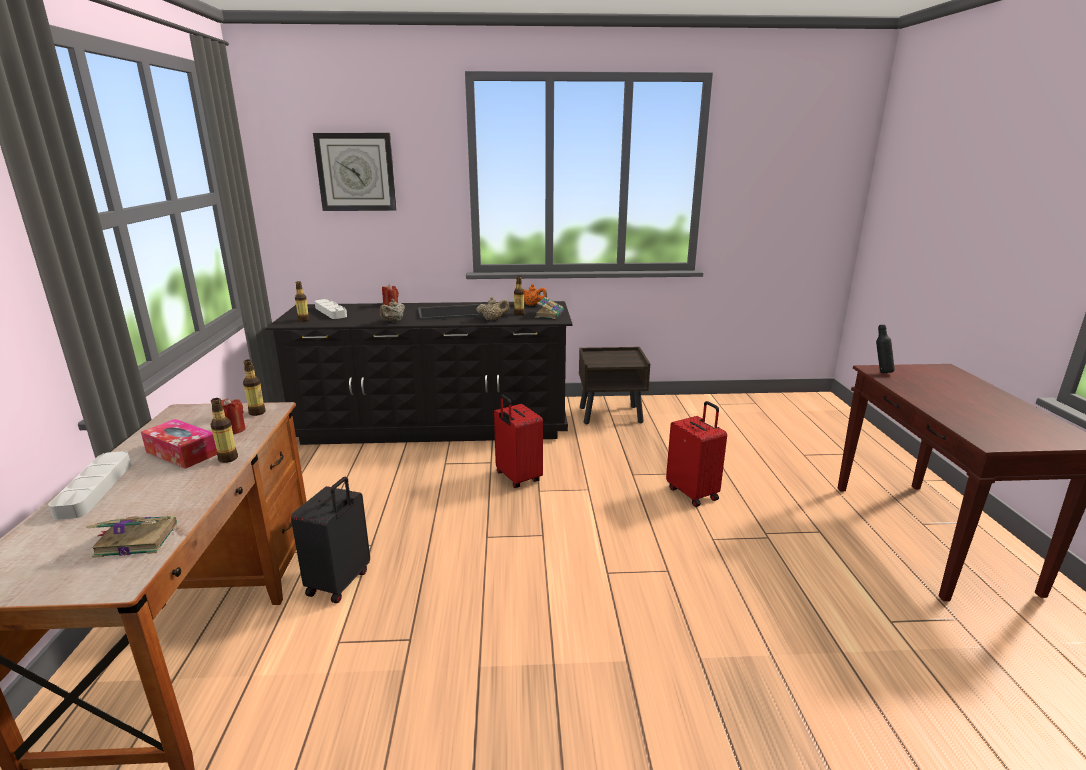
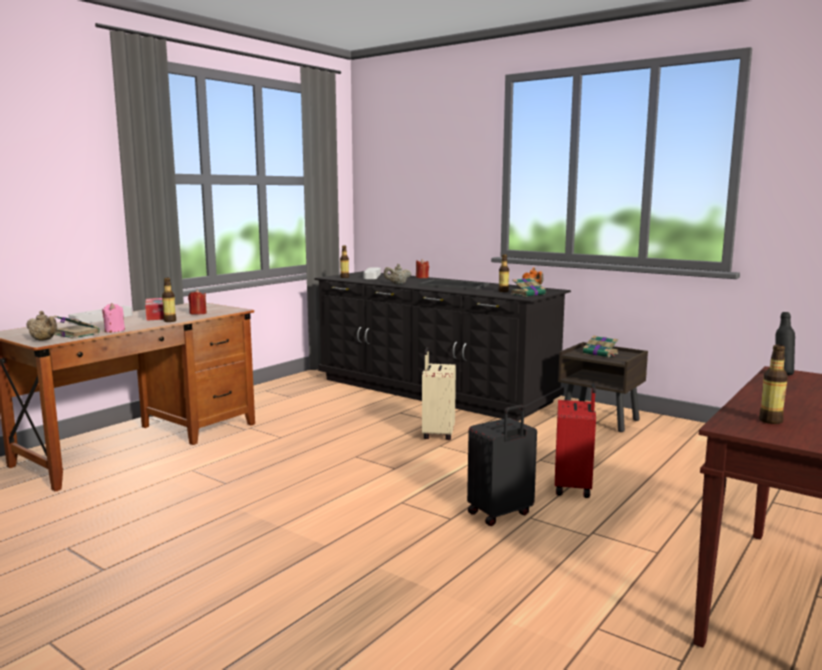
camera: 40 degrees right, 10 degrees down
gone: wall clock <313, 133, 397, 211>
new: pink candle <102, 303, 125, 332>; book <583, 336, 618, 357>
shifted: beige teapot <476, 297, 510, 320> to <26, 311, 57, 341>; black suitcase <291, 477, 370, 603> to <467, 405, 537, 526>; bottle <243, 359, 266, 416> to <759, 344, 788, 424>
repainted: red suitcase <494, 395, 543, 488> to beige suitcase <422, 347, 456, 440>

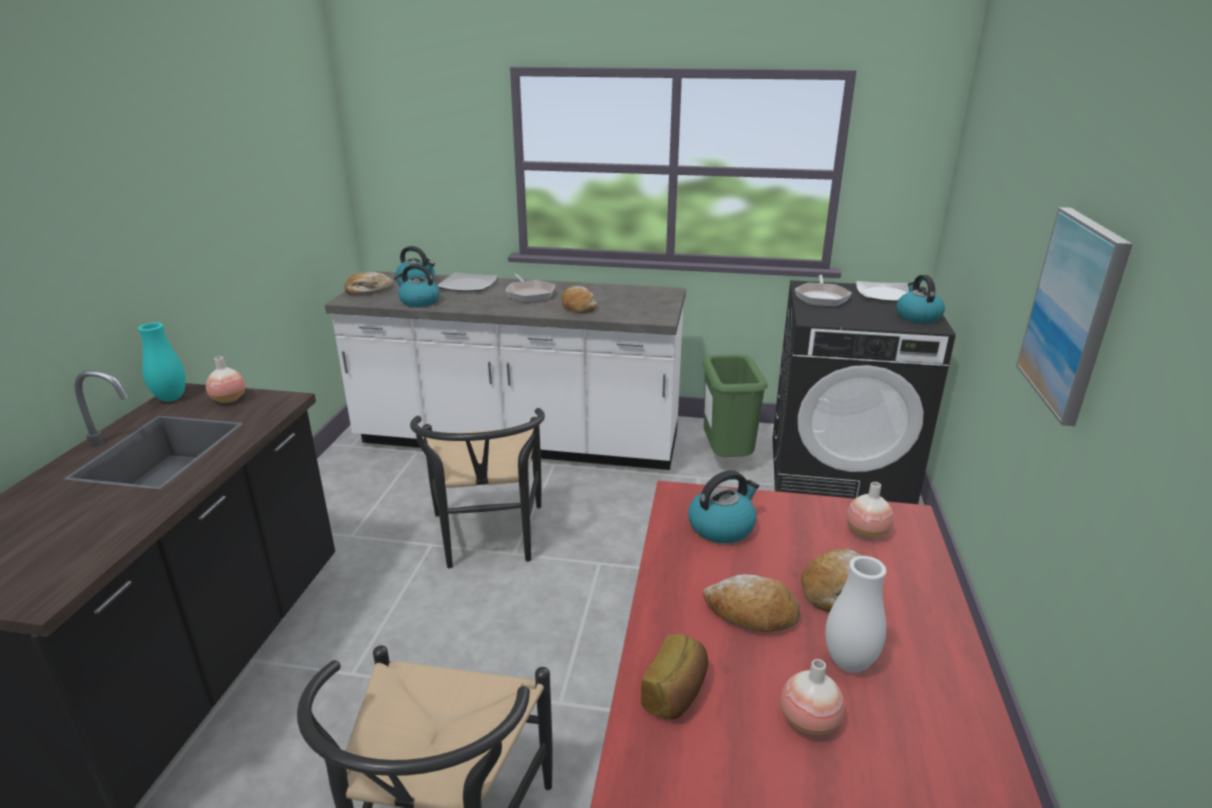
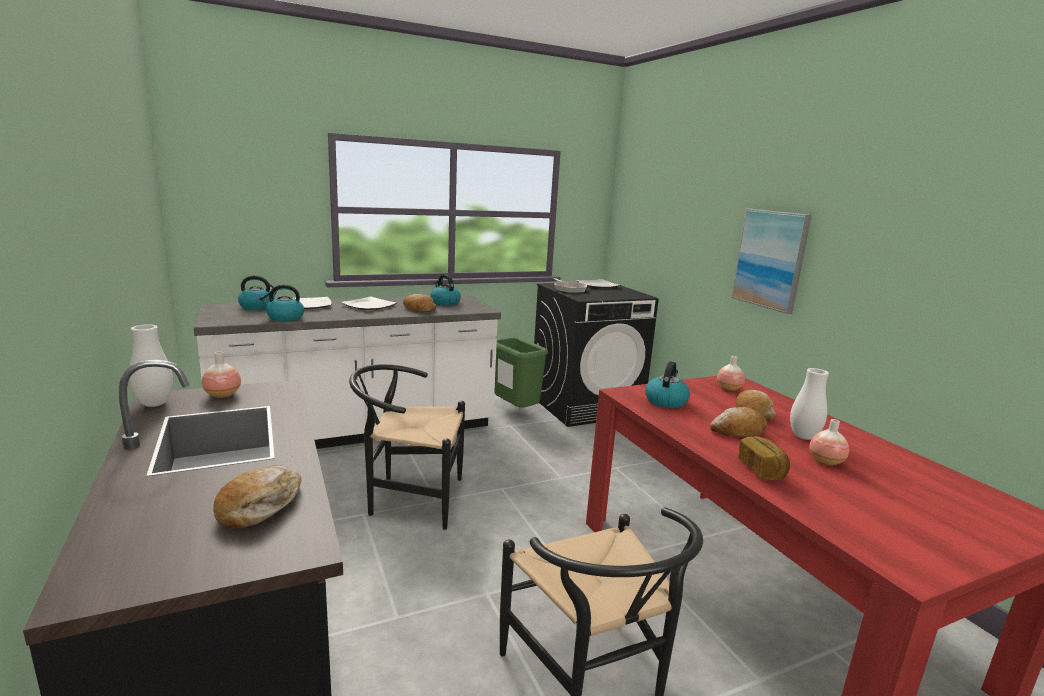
camera: 35 degrees left, 10 degrees down
shifted: bread <344, 272, 393, 295> to <213, 465, 302, 528>; kettle <897, 275, 945, 323> to <430, 274, 461, 306>
swapped: frying pan <506, 273, 555, 303> to plate <341, 297, 397, 310>
repainted: turquoise vase <138, 322, 186, 402> to white vase <129, 324, 173, 407>
rotated: black chair <410, 408, 545, 569> = <349, 364, 465, 530> 135 degrees clockwise

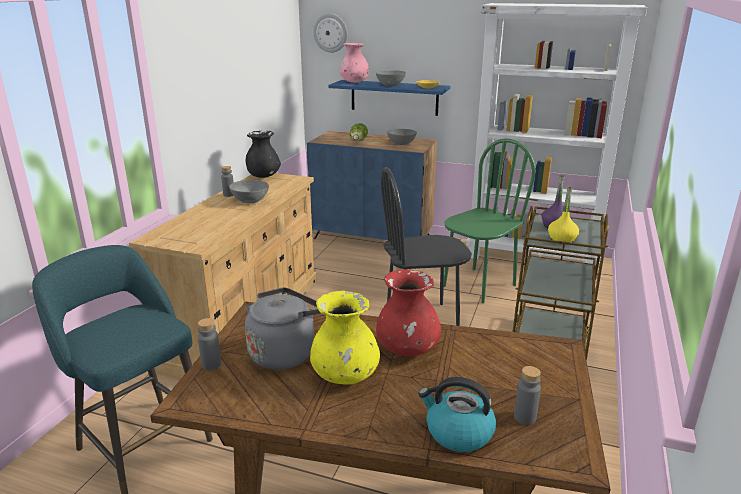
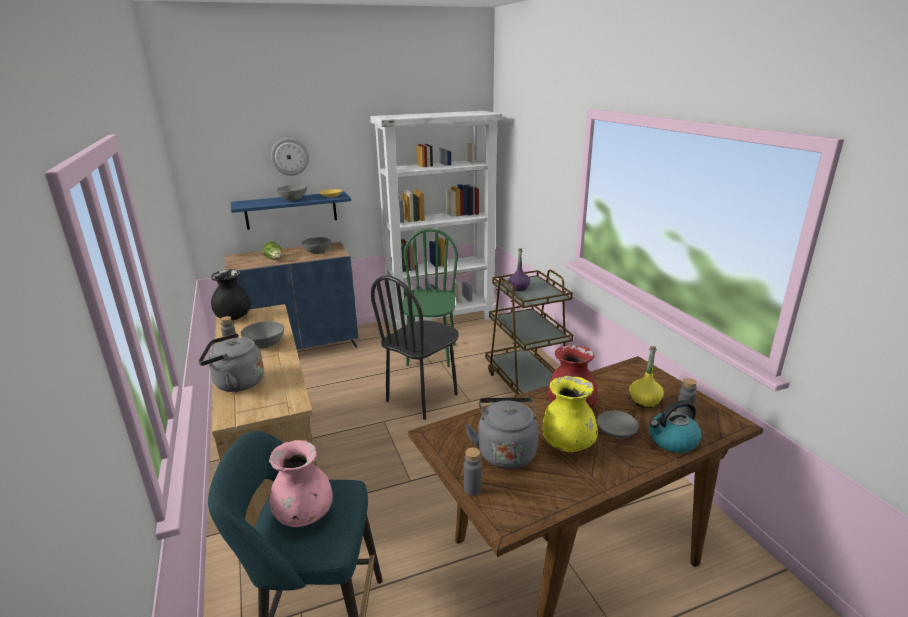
camera: 40 degrees left, 0 degrees up
new: grey kettle <198, 333, 264, 392>; grey bowl <597, 411, 639, 438>
shifted: pink vase <340, 43, 369, 83> to <269, 440, 333, 527>; wall clock <313, 13, 347, 53> to <271, 138, 309, 176>; yellow bottle <548, 186, 579, 244> to <629, 346, 664, 408>

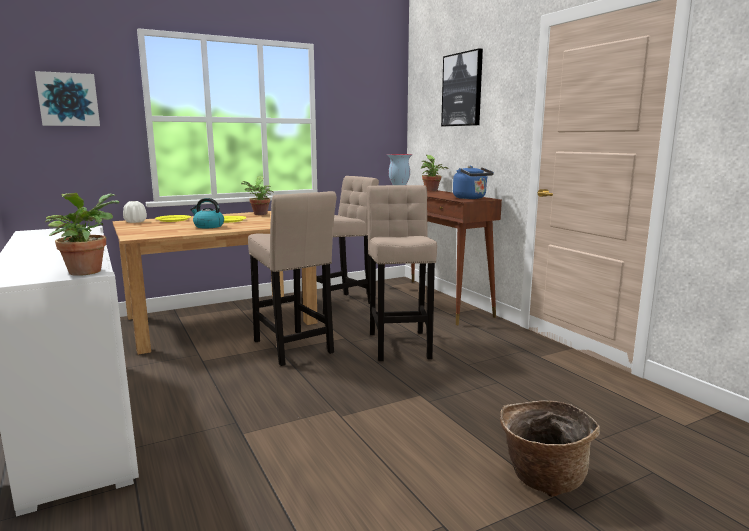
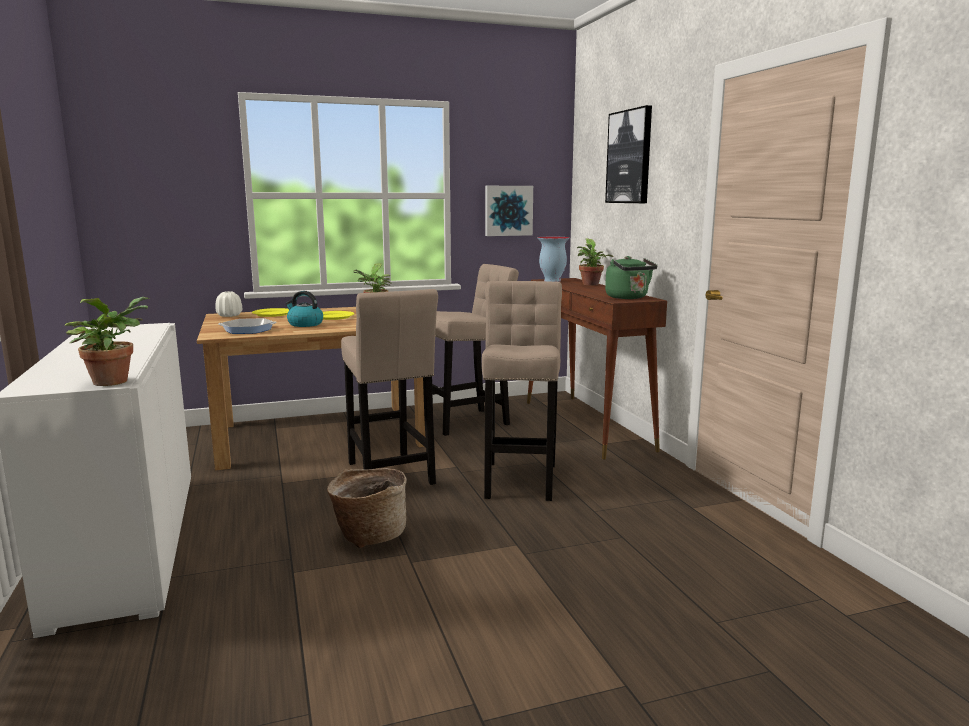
camera: 10 degrees right, 0 degrees up
new: frying pan <218, 318, 276, 334>
shifted: basket <500, 400, 600, 497> to <327, 468, 407, 548>; picture <35, 71, 100, 126> to <485, 186, 533, 236>
repainted: blue kettle <453, 166, 494, 199> to green kettle <605, 256, 658, 299>

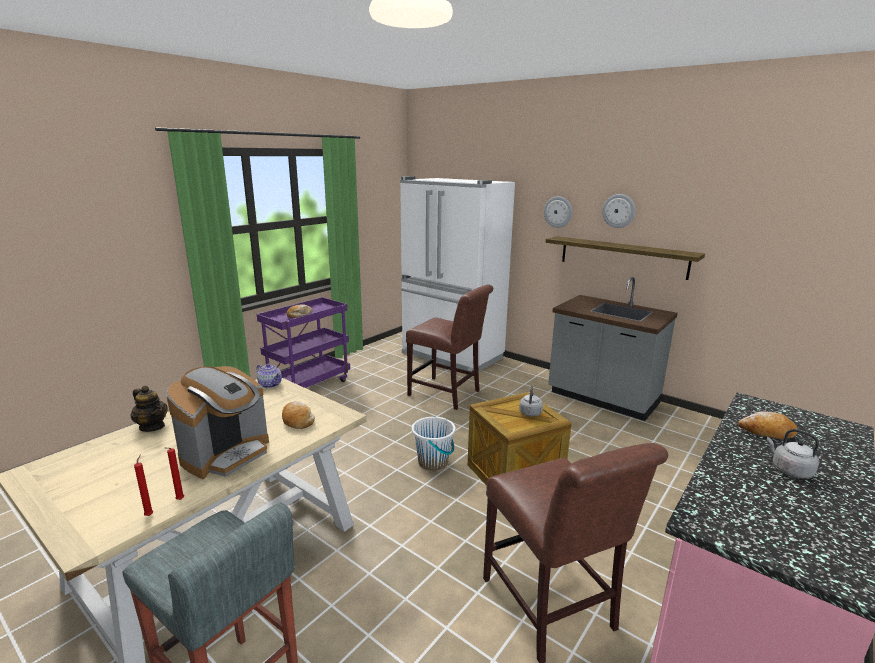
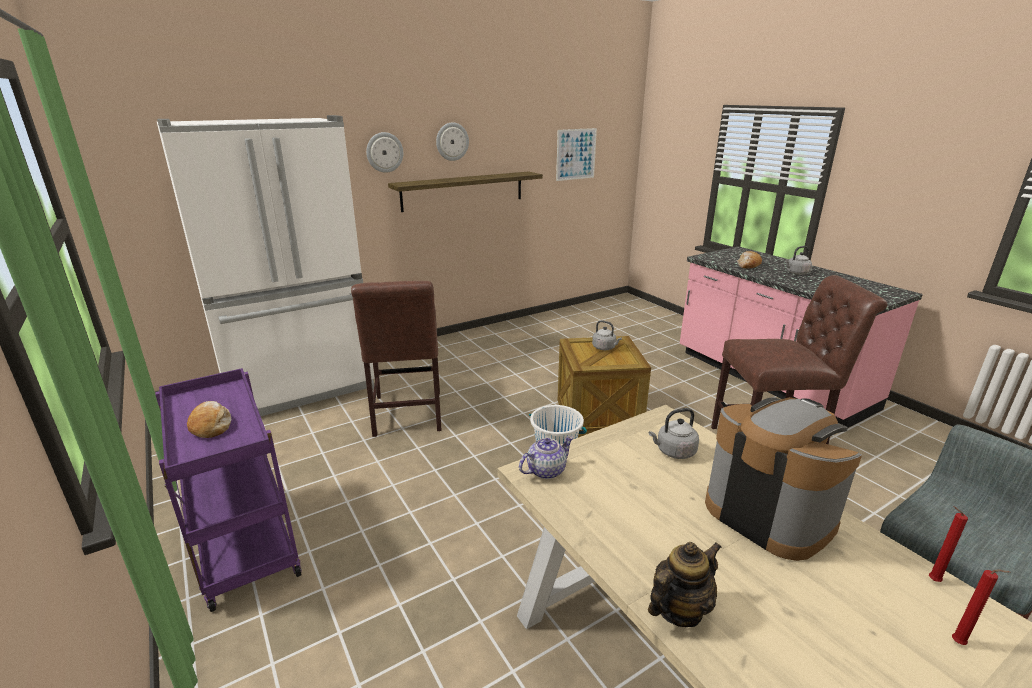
camera: 70 degrees left, 5 degrees up
gone: grey counter <548, 277, 678, 421>
new: picture <556, 128, 597, 181>
shifted: red candle <166, 448, 184, 500> to <952, 569, 1011, 645>
swapped: bread <282, 401, 315, 429> to grey kettle <649, 408, 699, 459>
rotated: brown chair <406, 285, 493, 410> = <351, 281, 442, 437> 120 degrees clockwise

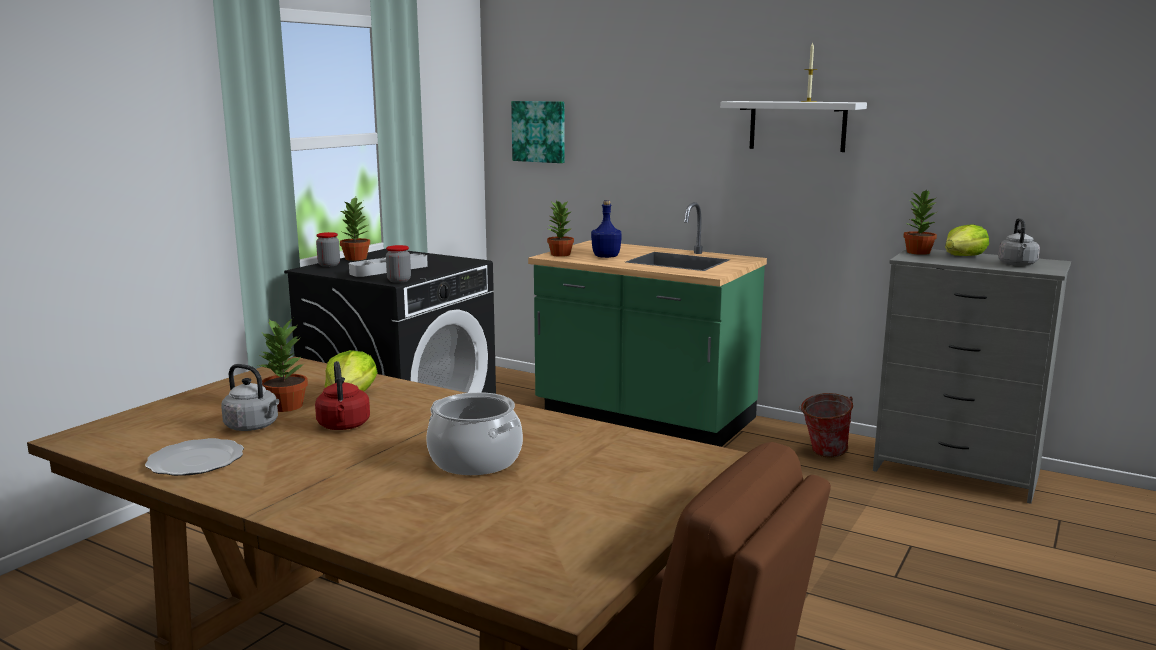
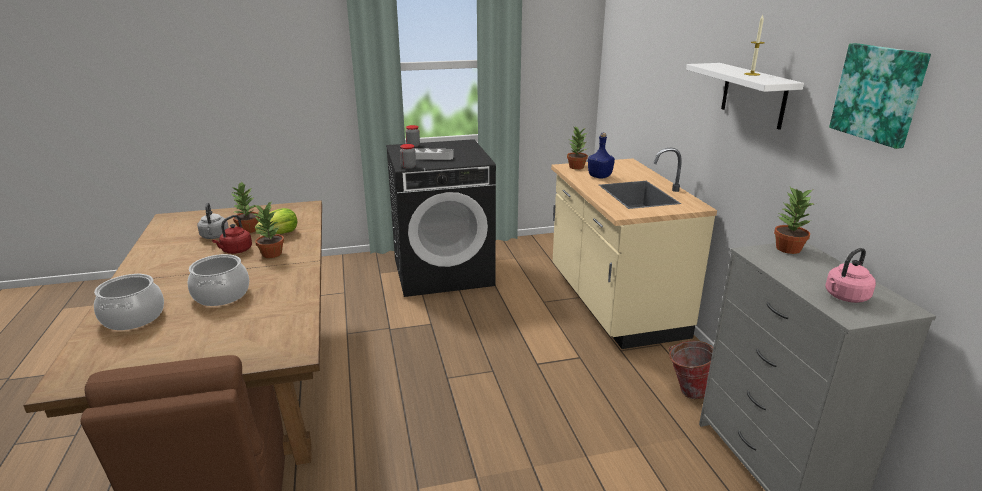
camera: 45 degrees right, 10 degrees up
gone: plate <145, 438, 244, 476>; lettuce <945, 224, 989, 256>
new: cooking pot <94, 273, 164, 330>
shifted: potted plant <339, 197, 370, 261> to <253, 202, 284, 258>; picture <511, 101, 565, 163> to <829, 43, 931, 149>
repainted: green counter <528, 202, 767, 447> to beige counter <551, 148, 717, 349>; grey kettle <998, 218, 1040, 266> to pink kettle <825, 248, 876, 303>

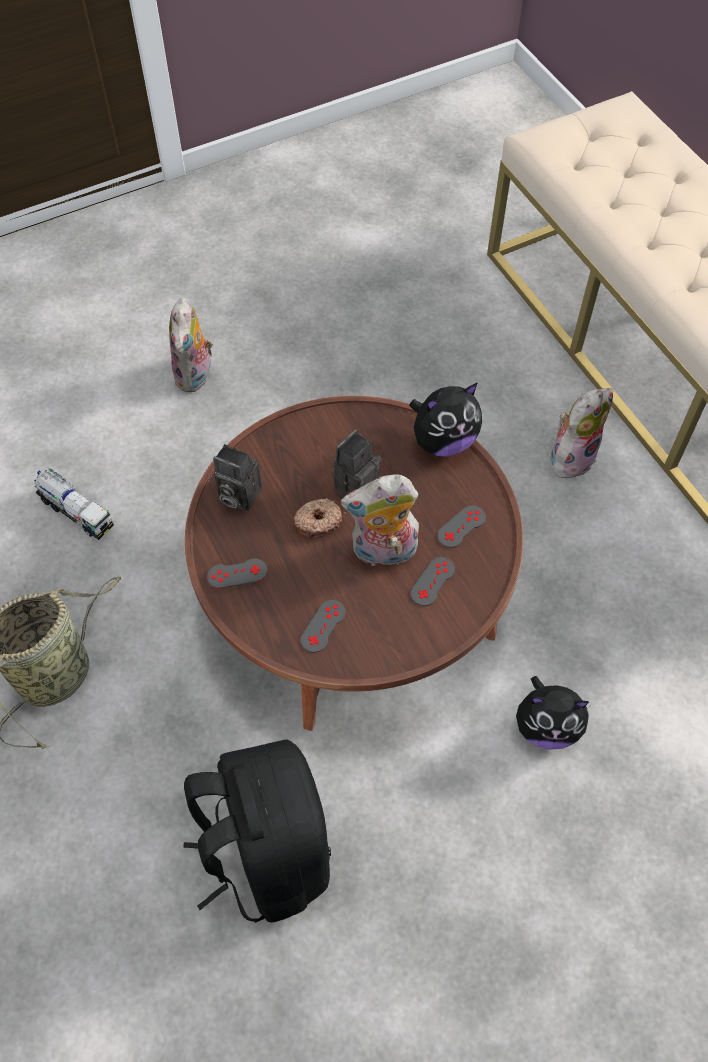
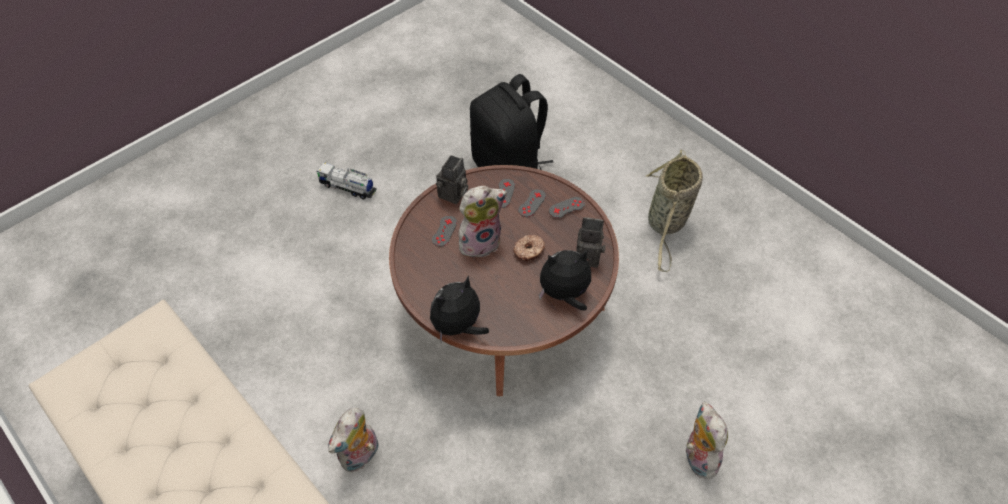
camera: 165 degrees right, 5 degrees down
shifted: toy truck <35, 468, 114, 540> to <317, 162, 377, 199>; photo camera <333, 430, 382, 497> to <436, 155, 468, 204>; grey game controller <437, 506, 486, 548> to <518, 189, 546, 217>; plush toy <516, 676, 593, 750> to <539, 249, 591, 311>

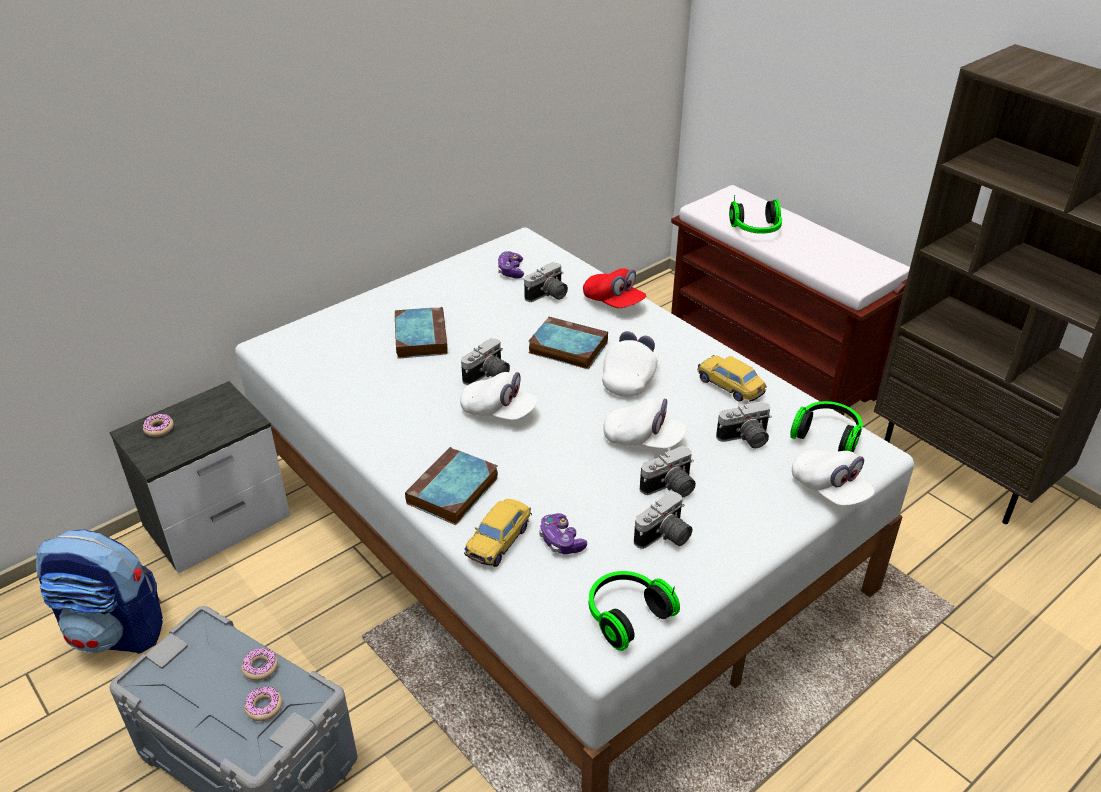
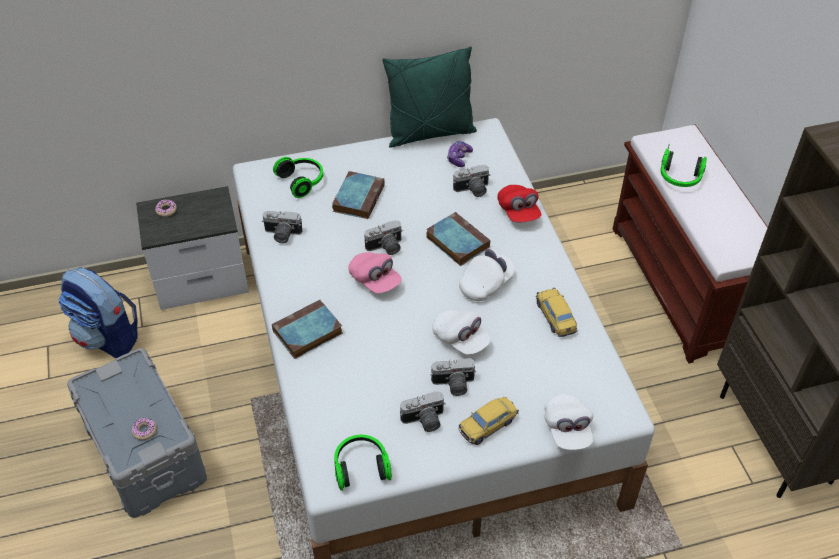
camera: 25 degrees right, 10 degrees up
gone: donut <241, 648, 278, 681>; game controller <539, 513, 587, 554>
new: green pillow <382, 47, 477, 148>
shifted: photo camera <716, 401, 772, 448> to <262, 211, 302, 243>; headphones <790, 401, 863, 452> to <273, 157, 323, 198>; toy car <464, 499, 532, 567> to <458, 397, 519, 445>
repainted: white cap <460, 372, 538, 420> to pink cap <349, 252, 402, 293>

